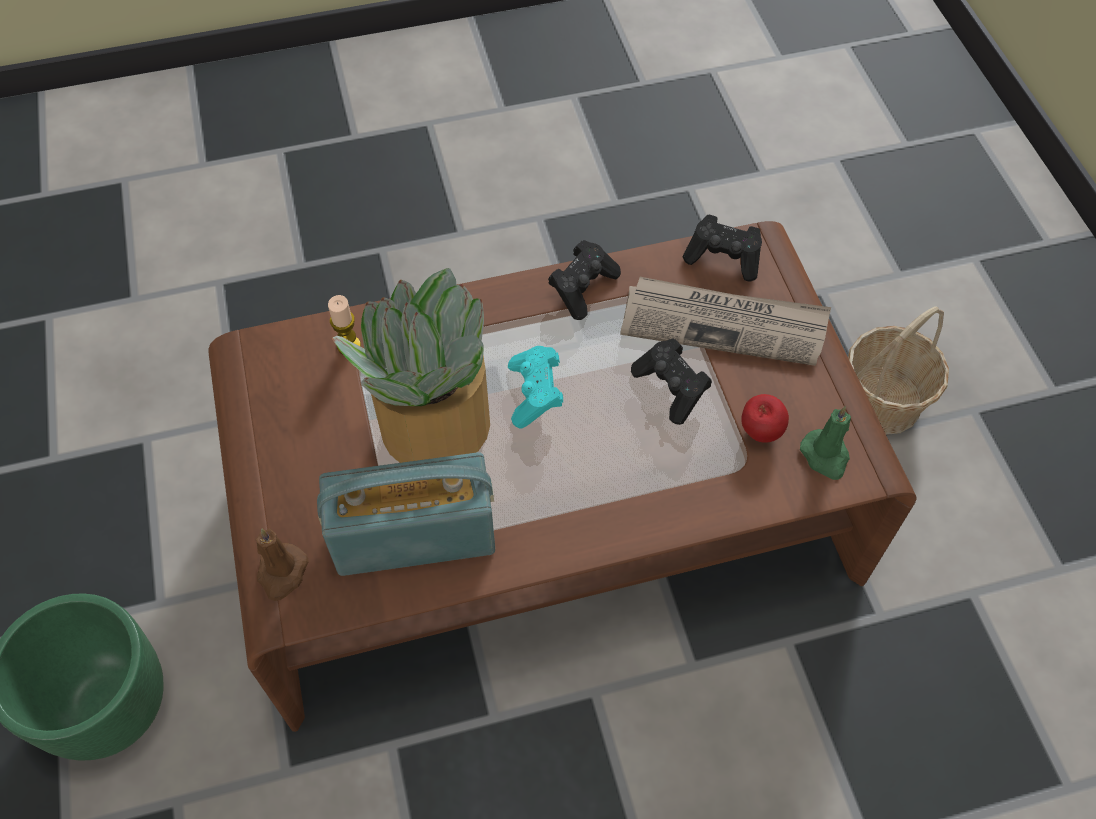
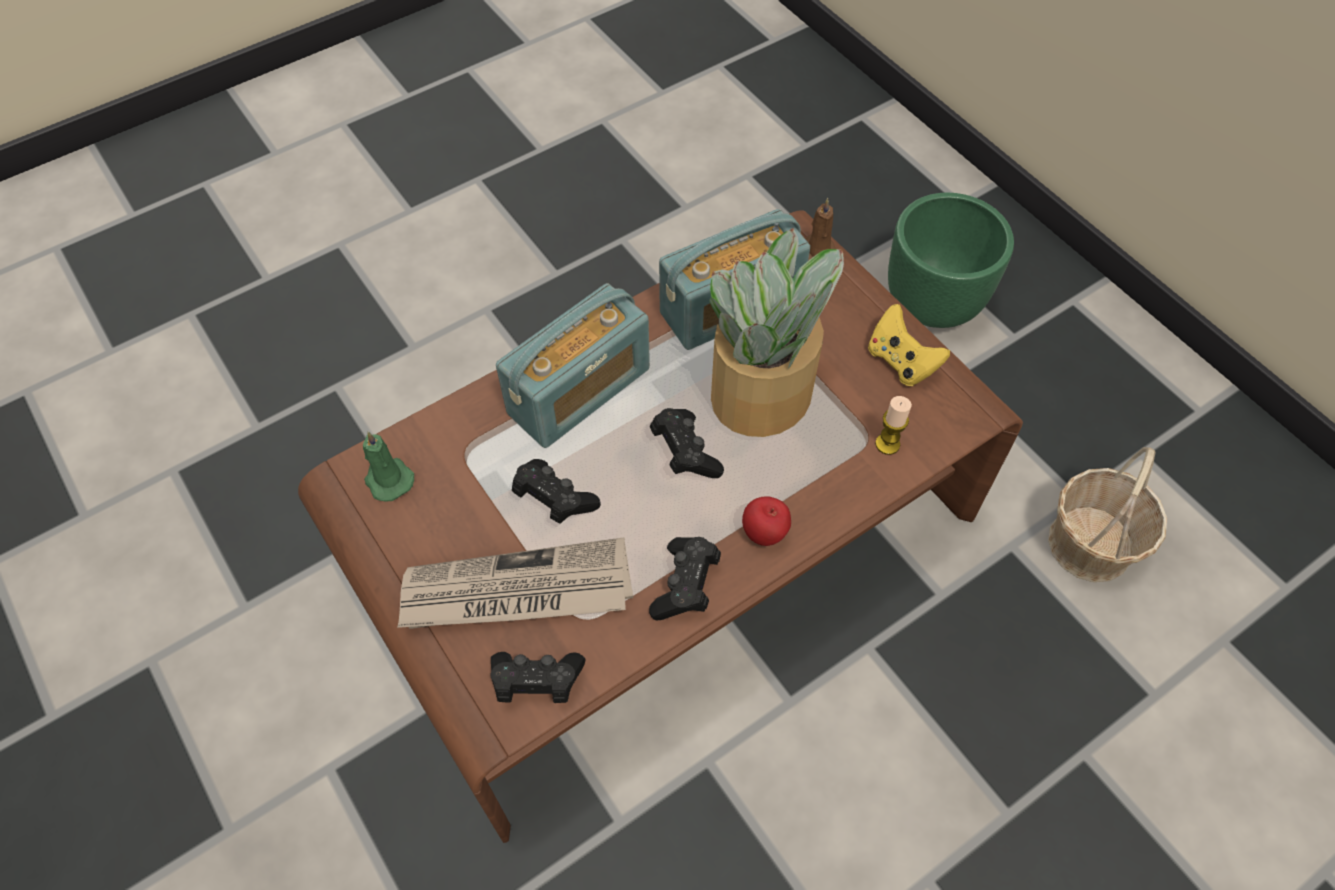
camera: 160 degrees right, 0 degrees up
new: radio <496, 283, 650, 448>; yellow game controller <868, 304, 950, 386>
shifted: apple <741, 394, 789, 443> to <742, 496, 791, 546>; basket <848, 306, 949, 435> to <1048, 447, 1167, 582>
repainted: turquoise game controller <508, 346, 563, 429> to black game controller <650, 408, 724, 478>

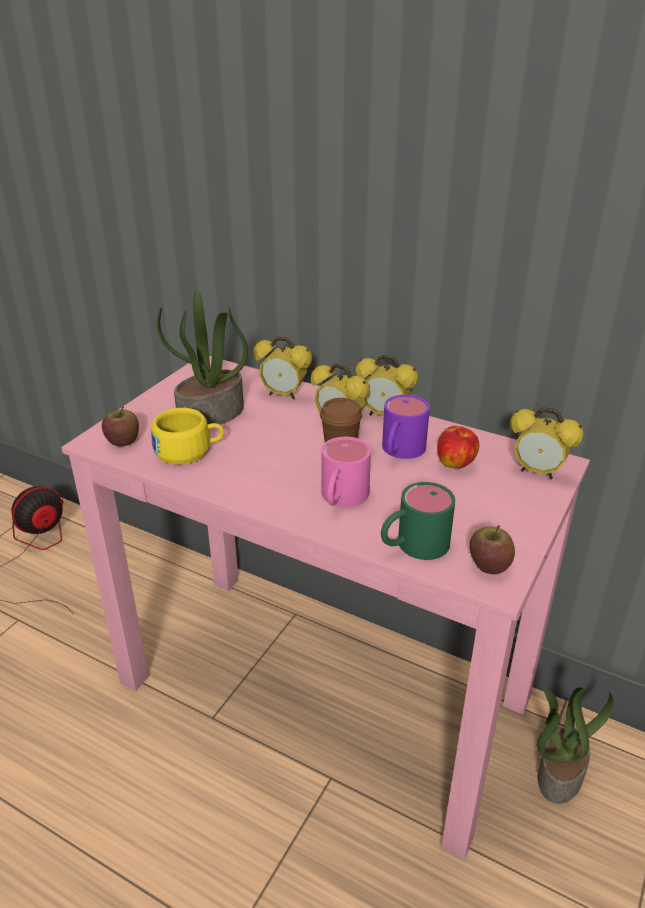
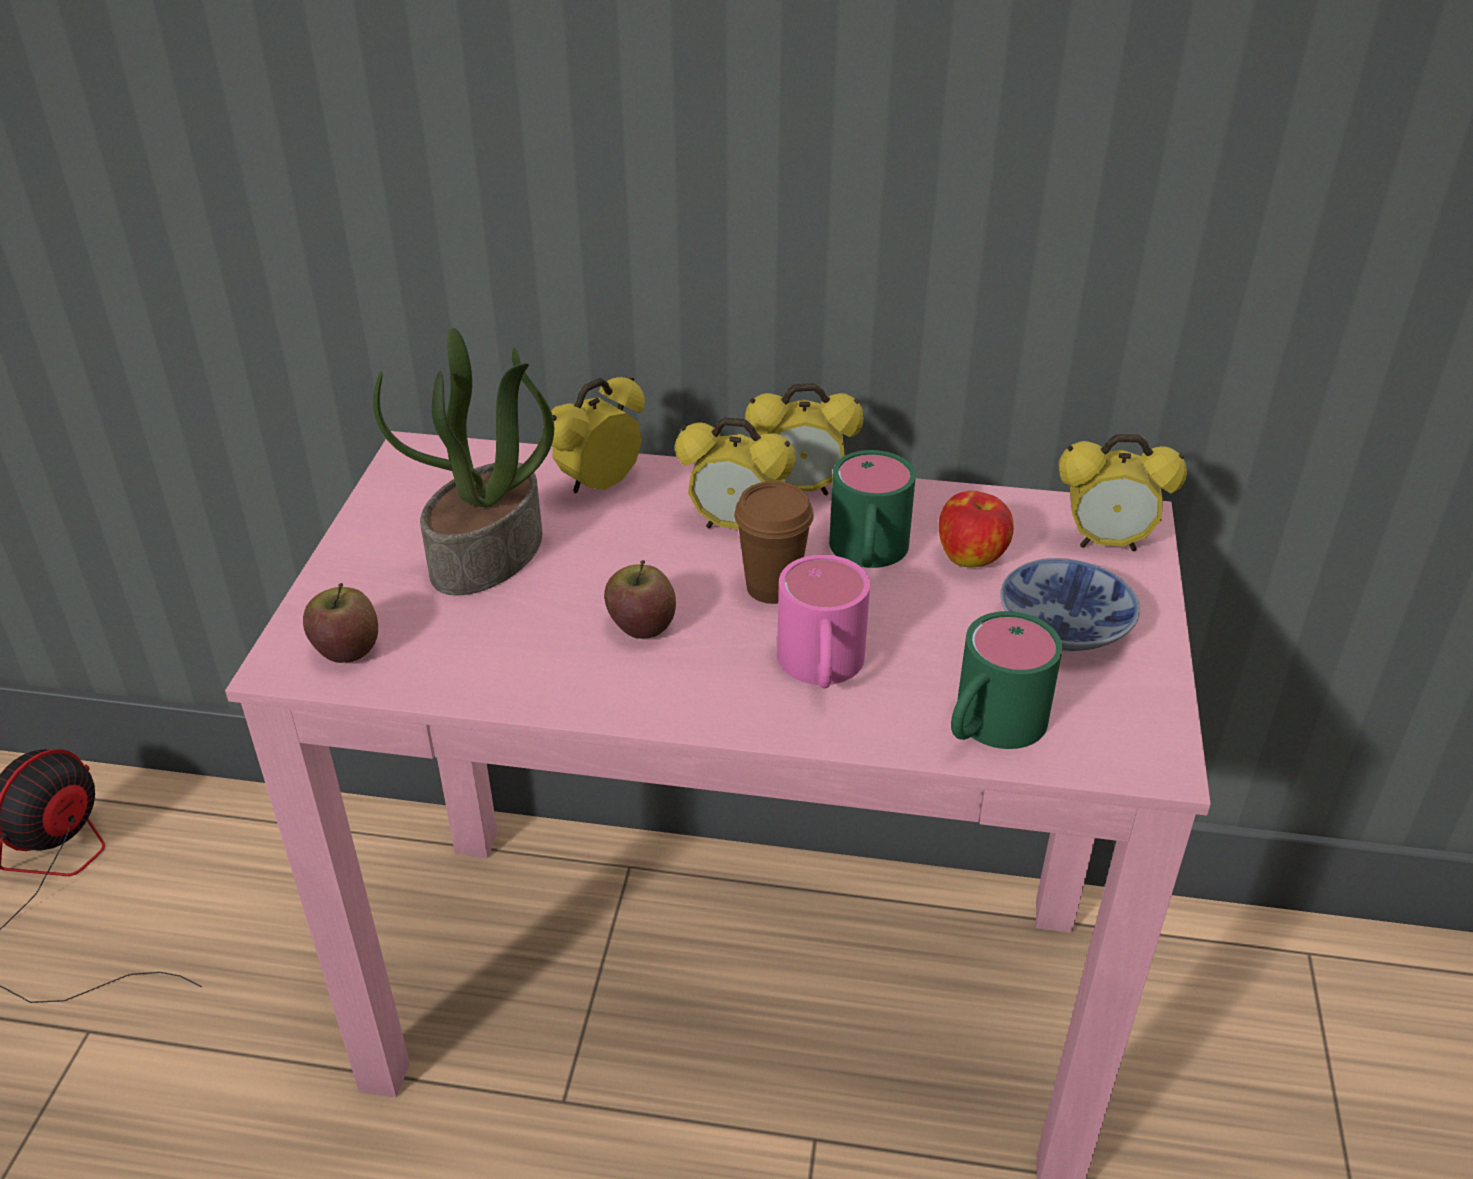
camera: 20 degrees left, 5 degrees up
gone: yellow cup <151, 408, 224, 464>; potted plant <537, 687, 614, 804>
new: bowl <1000, 558, 1140, 651>
shifted: apple <470, 525, 515, 574> to <604, 560, 676, 639>
repainted: purple mug <382, 395, 430, 459> to green mug <829, 450, 916, 568>
rotated: alarm clock <253, 336, 312, 399> = <543, 377, 645, 493> 135 degrees clockwise

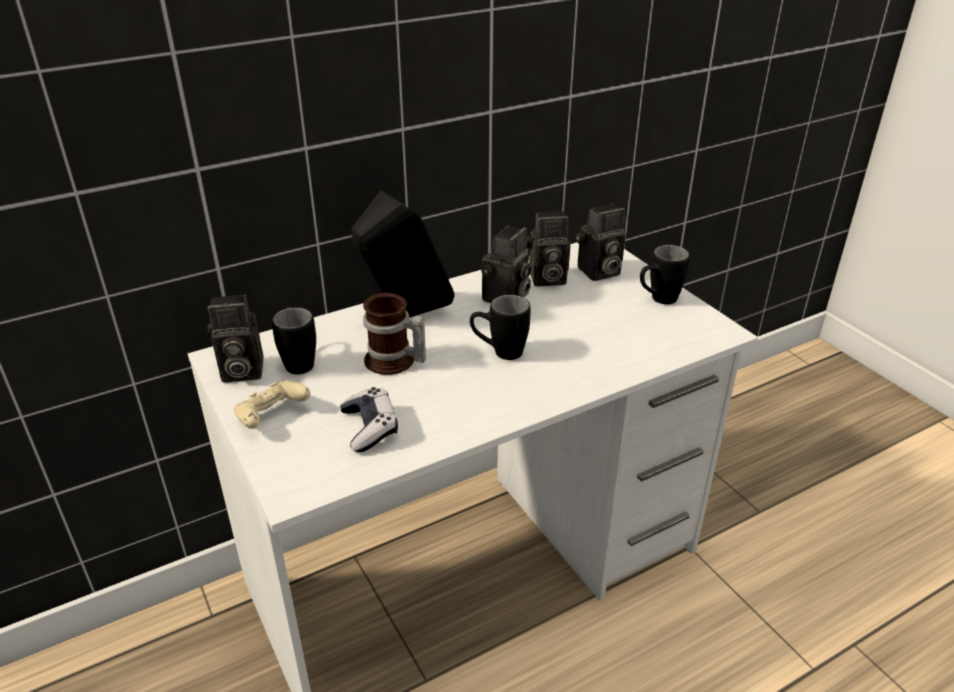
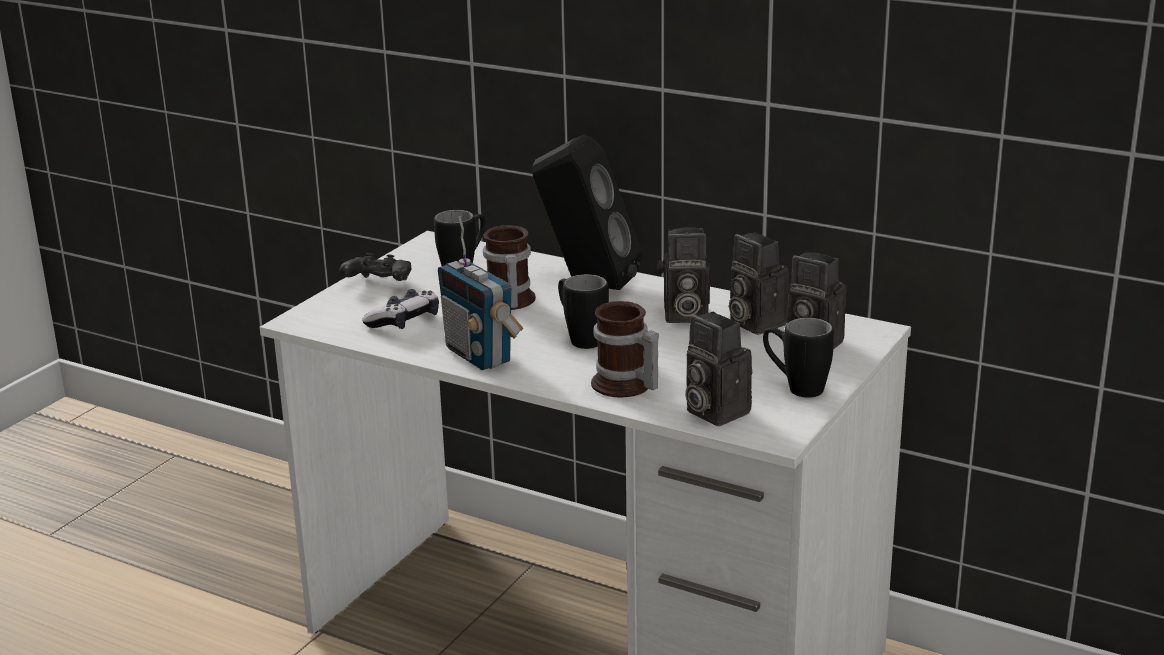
camera: 60 degrees right, 10 degrees down
new: radio <438, 216, 523, 370>; mug <591, 301, 659, 397>
shifted: photo camera <207, 295, 263, 383> to <685, 312, 752, 426>
repainted: beige game controller <234, 380, 310, 429> to black game controller <339, 253, 411, 281>

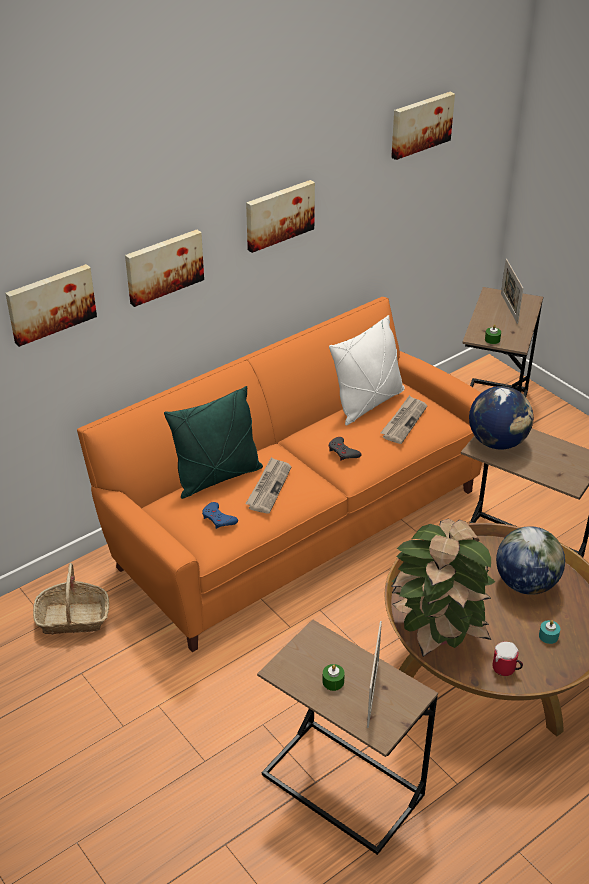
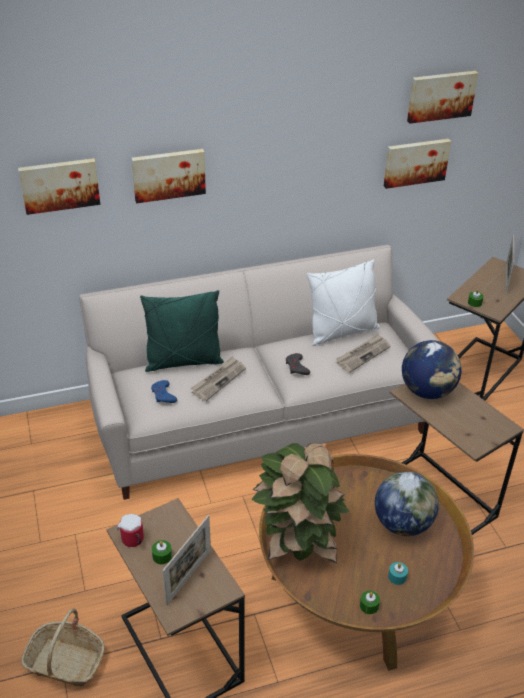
camera: 20 degrees right, 0 degrees up
new: green candle <360, 591, 380, 614>
shifted: basket <33, 563, 109, 635> to <21, 608, 105, 686>; mug <493, 642, 523, 676> to <117, 514, 144, 547>; picture <246, 180, 315, 253> to <384, 139, 451, 189>
repainted: orange sofa <77, 297, 482, 652> to beige sofa <79, 245, 439, 500>

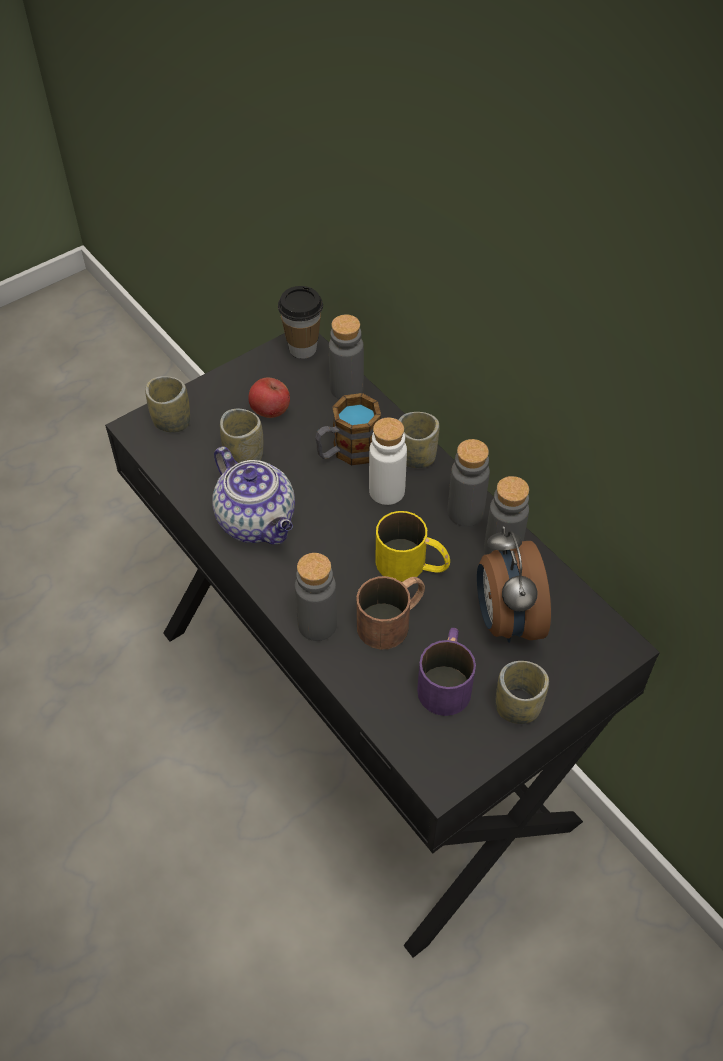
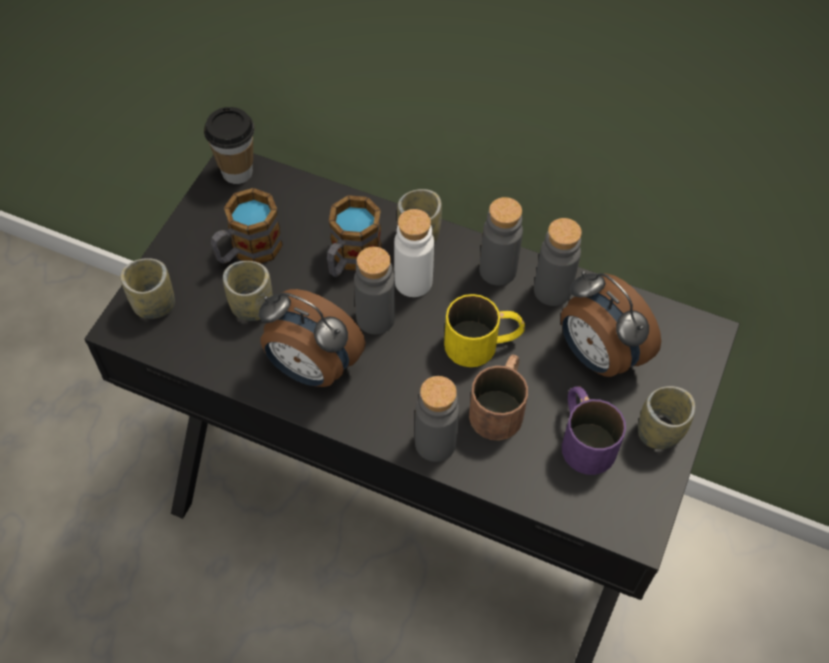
camera: 30 degrees left, 5 degrees up
shifted: grey bottle <329, 315, 364, 399> to <354, 247, 395, 334>
swapped: apple <248, 378, 290, 418> to mug <211, 188, 283, 264>; teapot <212, 446, 295, 545> to alarm clock <259, 289, 366, 387>

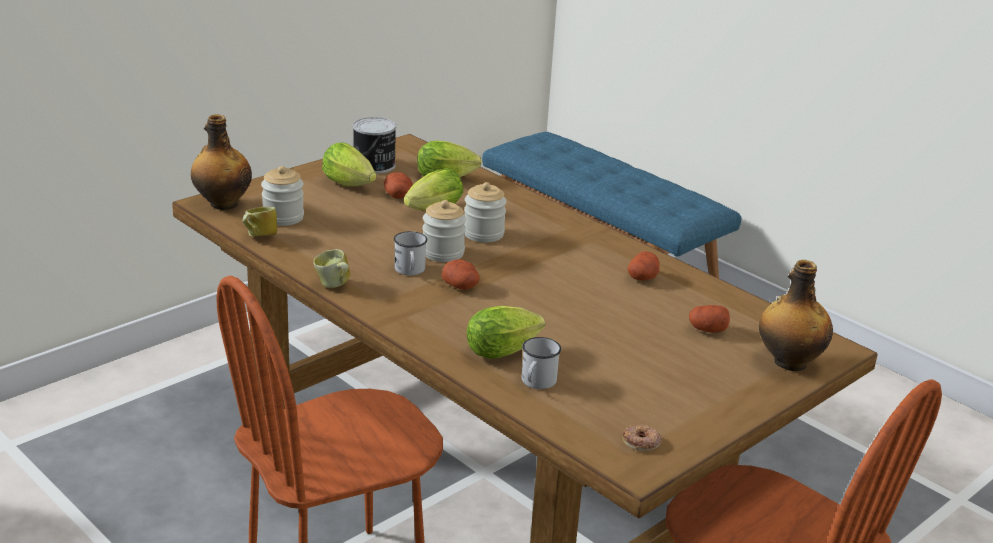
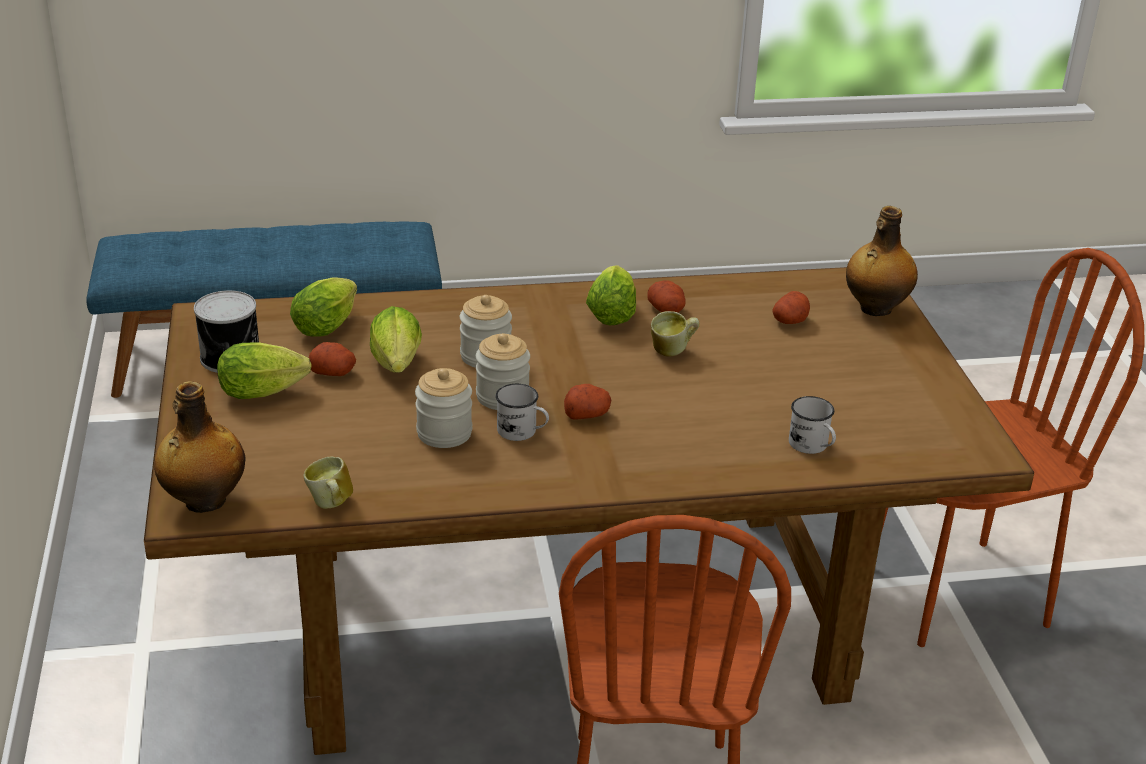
camera: 55 degrees left, 5 degrees up
gone: donut <623, 425, 662, 451>
shifted: jar <261, 166, 304, 226> to <415, 368, 472, 448>; lettuce <467, 306, 545, 359> to <586, 265, 636, 325>; mug <313, 249, 350, 288> to <651, 311, 699, 357>

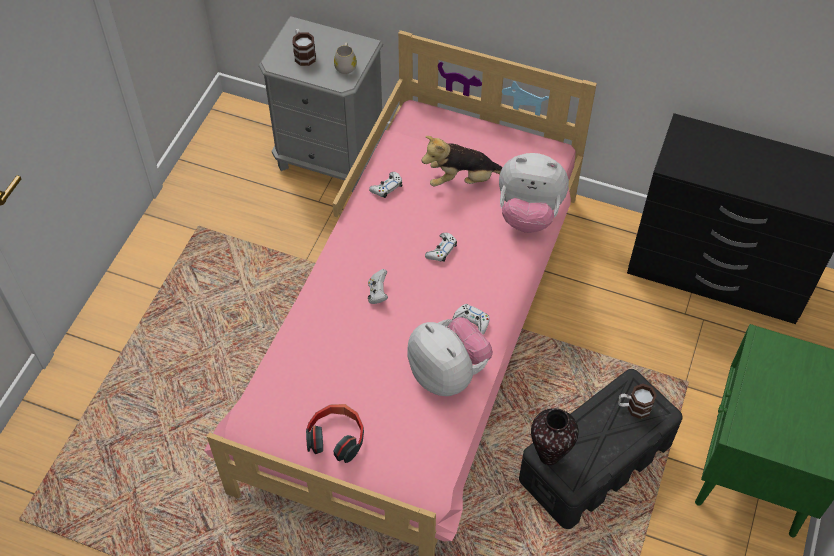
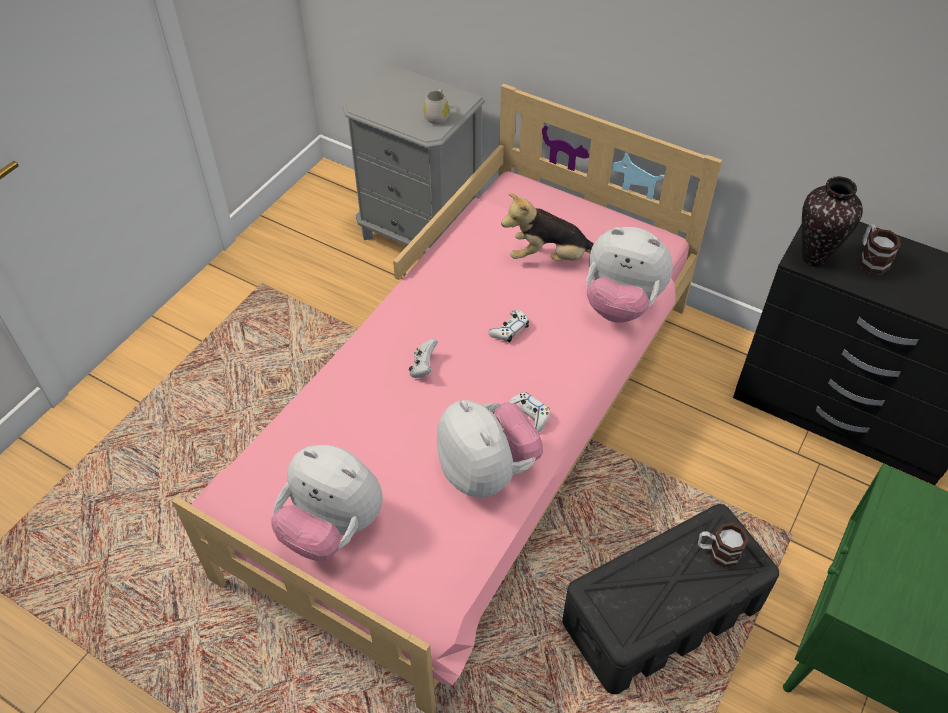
camera: 10 degrees right, 5 degrees down
gone: white game controller <369, 172, 402, 198>
shifted: vase <531, 408, 579, 465> to <802, 176, 863, 267>; mug <292, 29, 316, 66> to <859, 224, 901, 275>
swapped: headphones <306, 404, 364, 463> to plush toy <271, 445, 383, 561>

